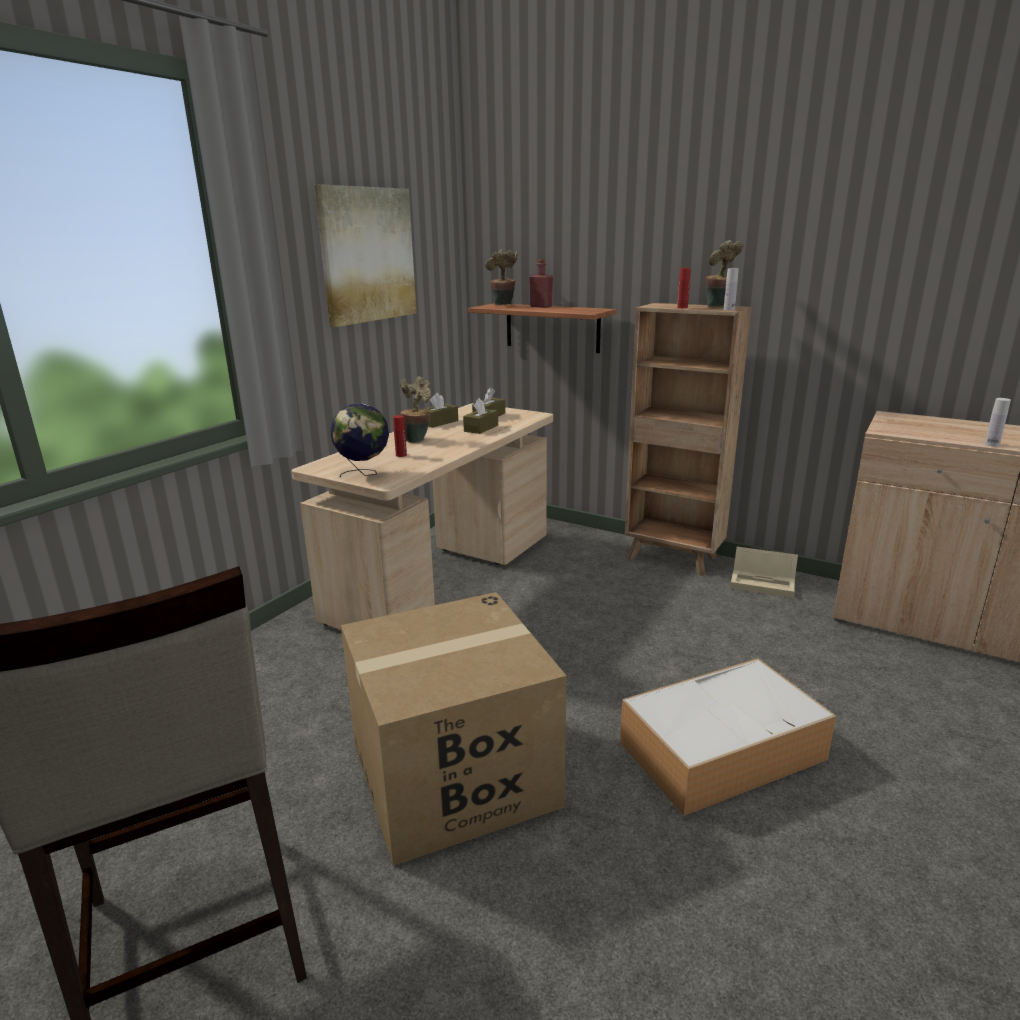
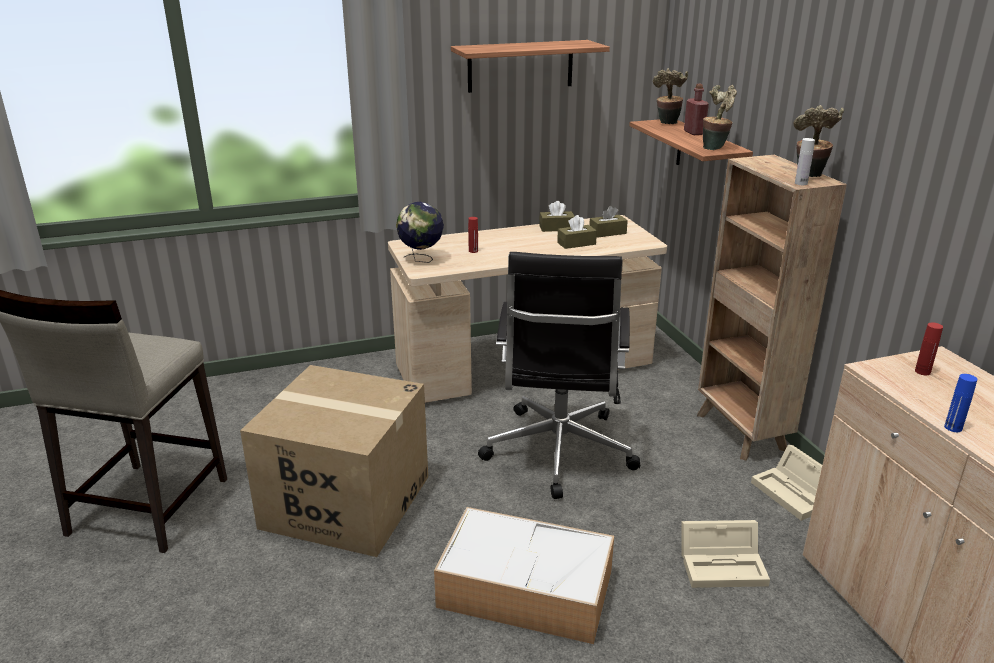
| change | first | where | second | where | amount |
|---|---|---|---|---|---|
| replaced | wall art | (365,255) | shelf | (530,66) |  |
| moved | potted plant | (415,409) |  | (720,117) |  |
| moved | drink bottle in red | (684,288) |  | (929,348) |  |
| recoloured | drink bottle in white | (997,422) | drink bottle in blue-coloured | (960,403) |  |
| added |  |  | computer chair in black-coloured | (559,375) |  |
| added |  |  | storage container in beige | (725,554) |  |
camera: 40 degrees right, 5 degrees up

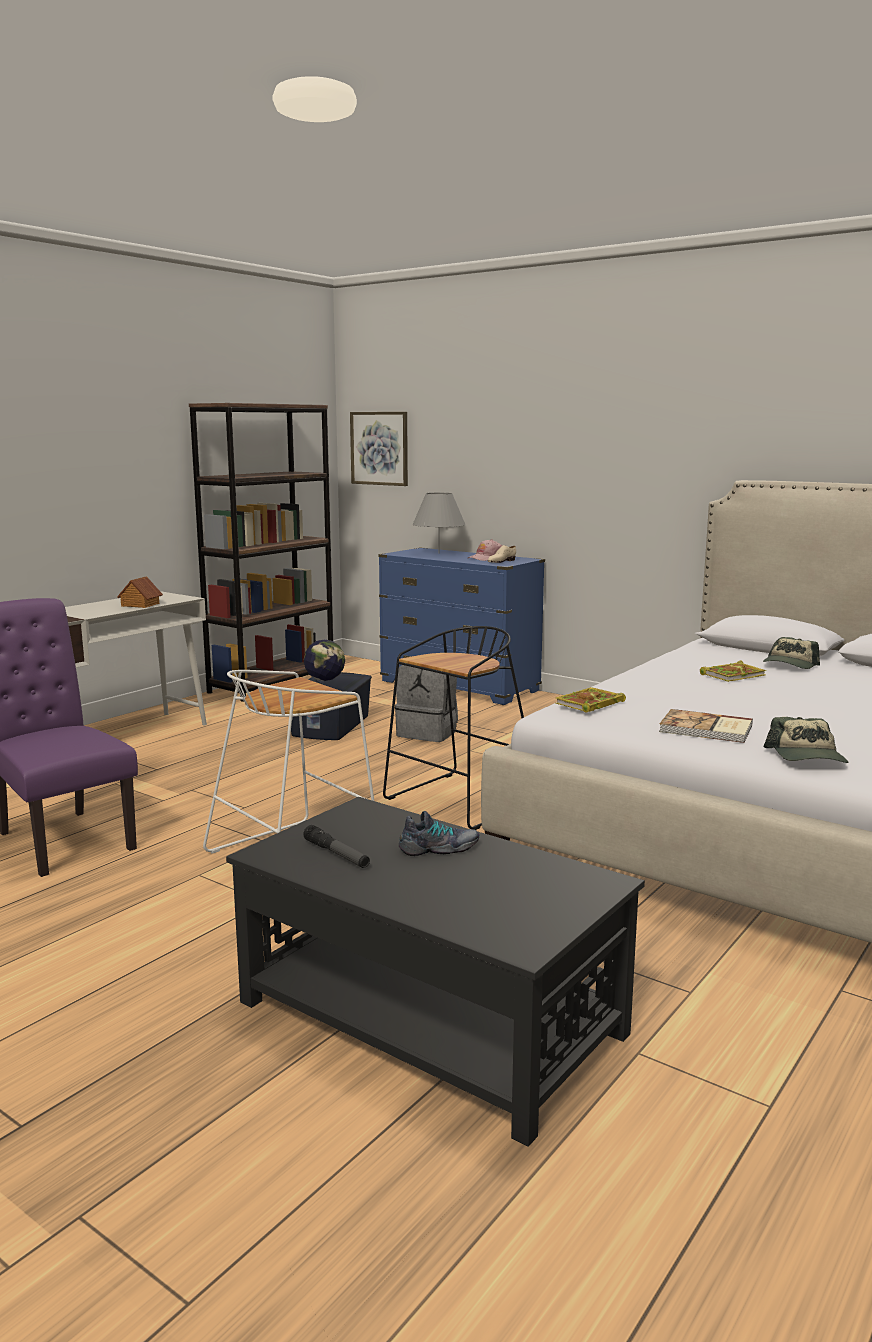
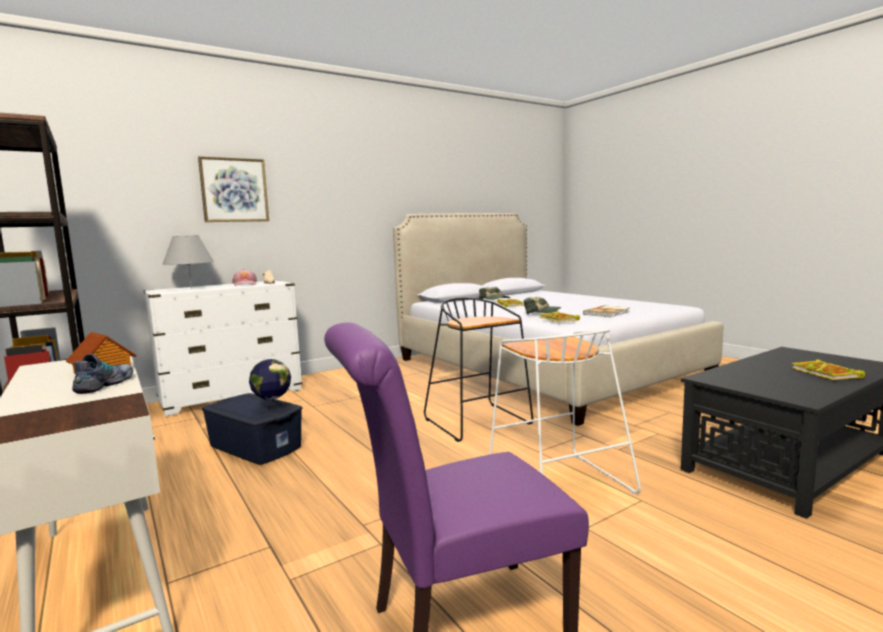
| change | first | where | second | where | amount |
|---|---|---|---|---|---|
| removed | flashlight | (336,846) |  |  |  |
| moved | wall art | (379,449) |  | (233,189) |  |
| recoloured | dresser in blue-coloured | (461,626) | dresser in white | (223,348) |  |
| removed | rucksack in greyish | (426,703) |  |  |  |
| moved | low shoe | (439,833) |  | (102,374) |  |
| moved | baseball cap | (806,740) |  | (542,306) |  |
| added |  |  | book | (828,369) |  |
camera: 70 degrees left, 5 degrees down

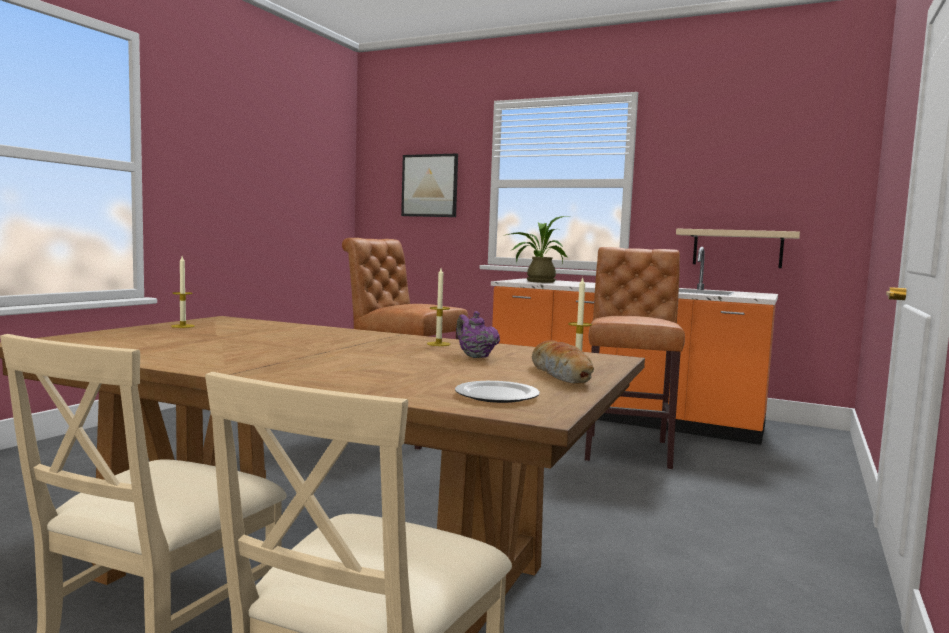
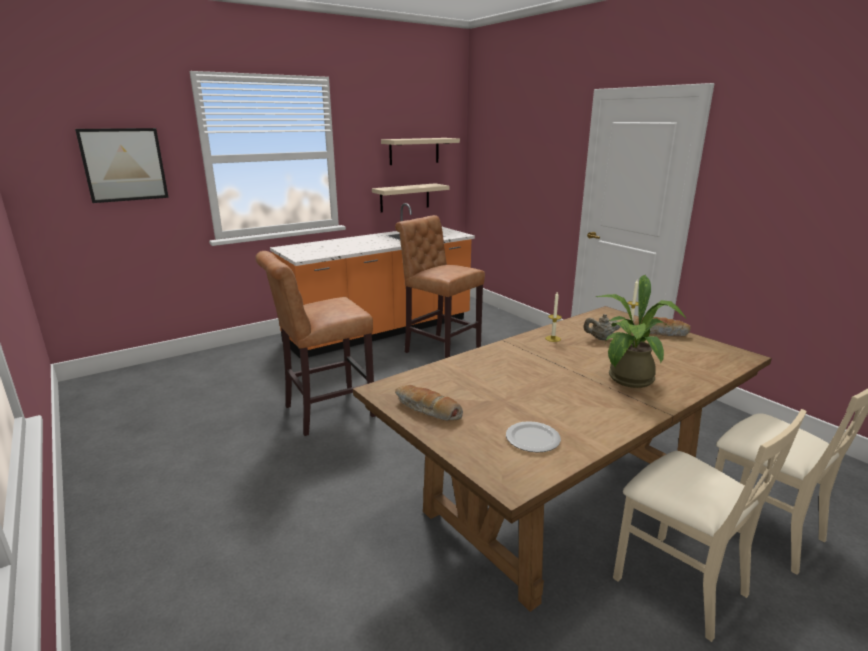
| change | first | where | second | where | amount |
|---|---|---|---|---|---|
| replaced | candle | (183,292) | bakery bread | (429,403) |  |
| moved | flat dish | (497,392) |  | (533,436) |  |
| recoloured | pot for tea in purplish | (478,334) | pot for tea in beige | (602,327) |  |
| moved | potted plant | (535,249) |  | (641,331) |  |
| added |  |  | shelf in beige | (420,151) |  |
camera: 60 degrees left, 15 degrees up

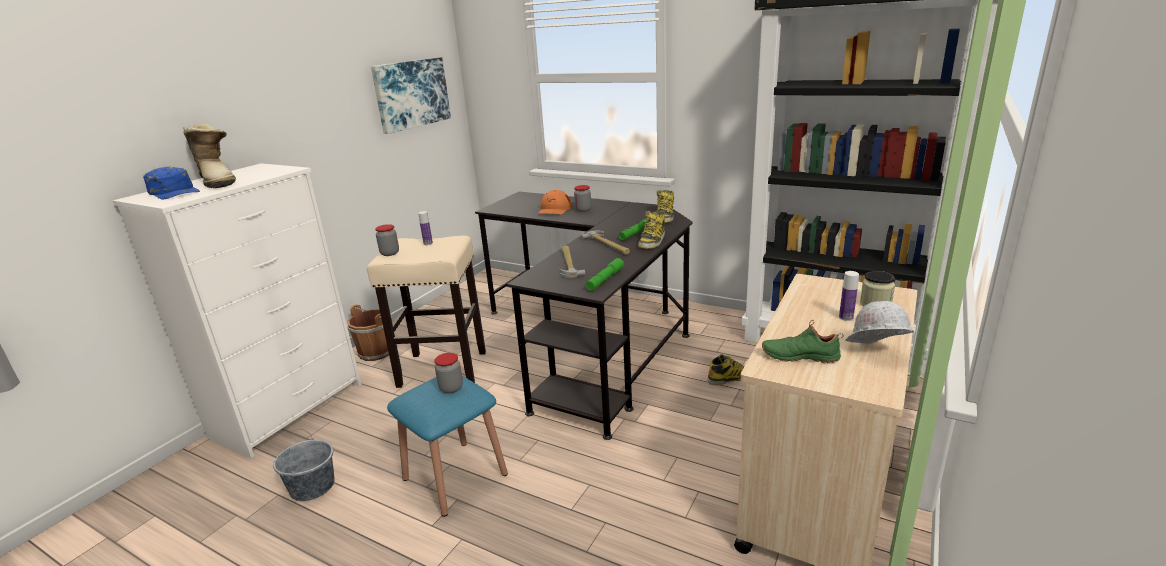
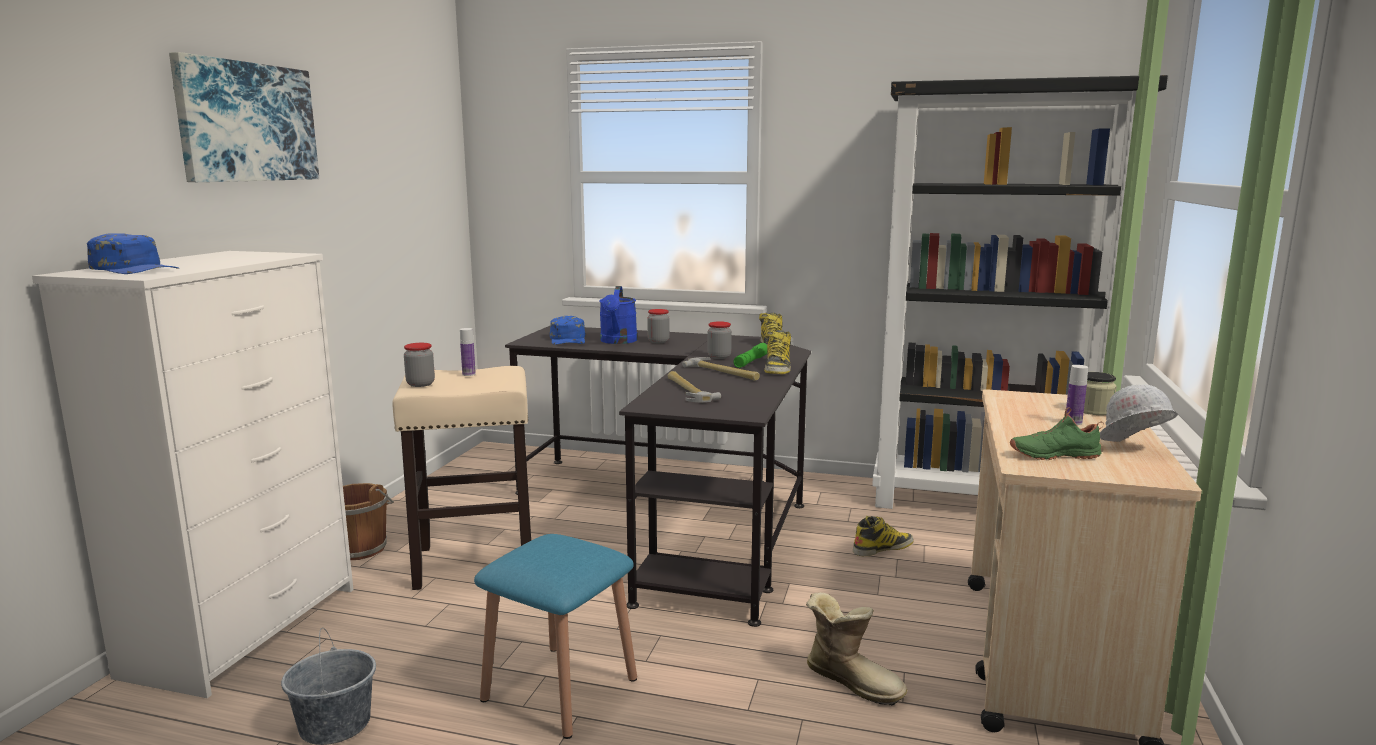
| change | first | where | second | where | amount |
|---|---|---|---|---|---|
| moved | high-top boot | (209,156) |  | (856,649) |  |
| moved | wall art | (411,95) |  | (244,117) |  |
| moved | preserve jar | (448,373) |  | (720,340) |  |
| replaced | baseball cap in orangey | (554,202) | sprinkling can in blue-coloured | (618,315) |  |
| removed | flashlight in greenish | (605,274) |  |  |  |
| added |  |  | baseball cap in blue-coloured | (567,330) |  |
camera: 15 degrees left, 10 degrees down

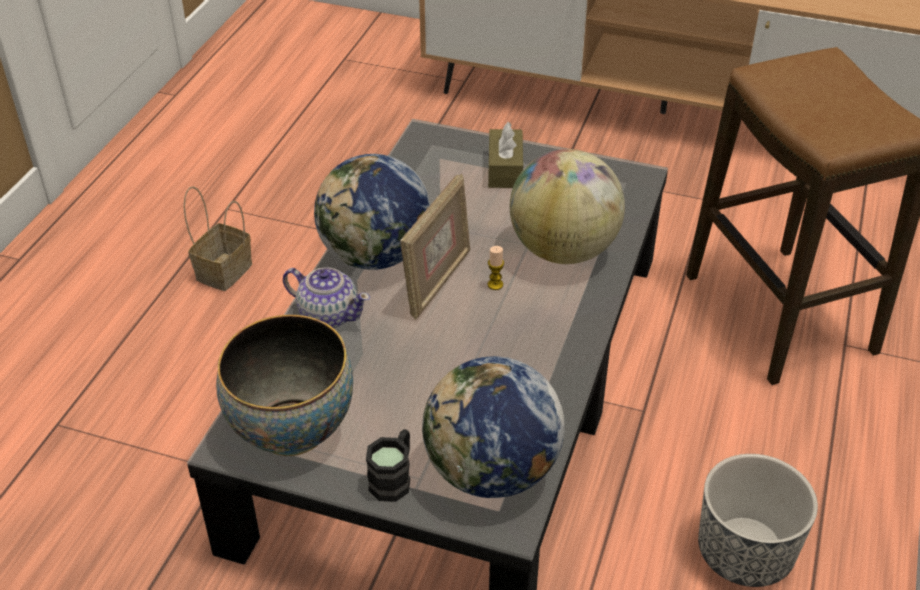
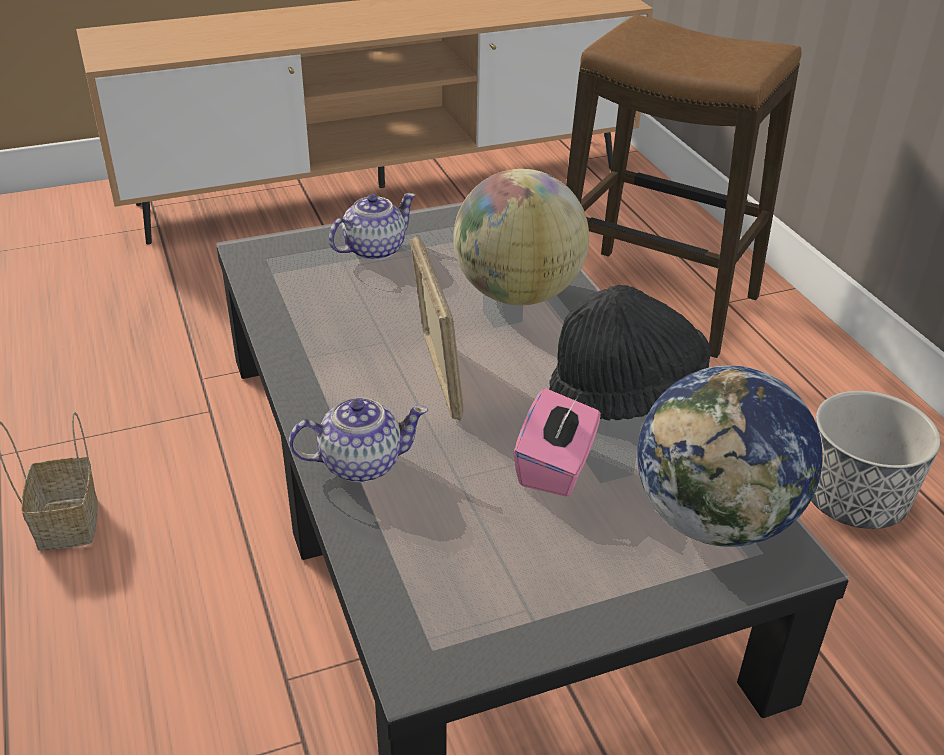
| change | first | where | second | where | amount |
|---|---|---|---|---|---|
| removed | serving bowl | (284,385) |  |  |  |
| removed | world globe | (372,212) |  |  |  |
| removed | mug in black-coloured | (388,465) |  |  |  |
| replaced | box of tissues in brown | (505,155) | pot for tea | (372,227) |  |
| removed | candle | (496,268) |  |  |  |
| added |  |  | box of tissues in pinkish | (557,442) |  |
| added |  |  | hat in black-coloured | (630,353) |  |
camera: 40 degrees left, 5 degrees down

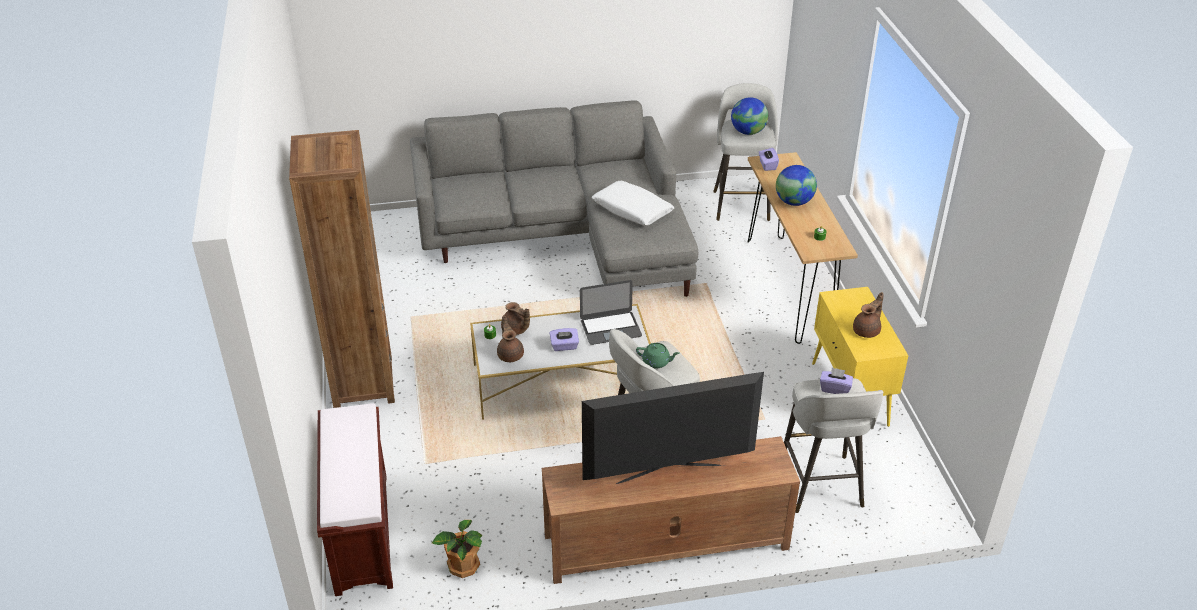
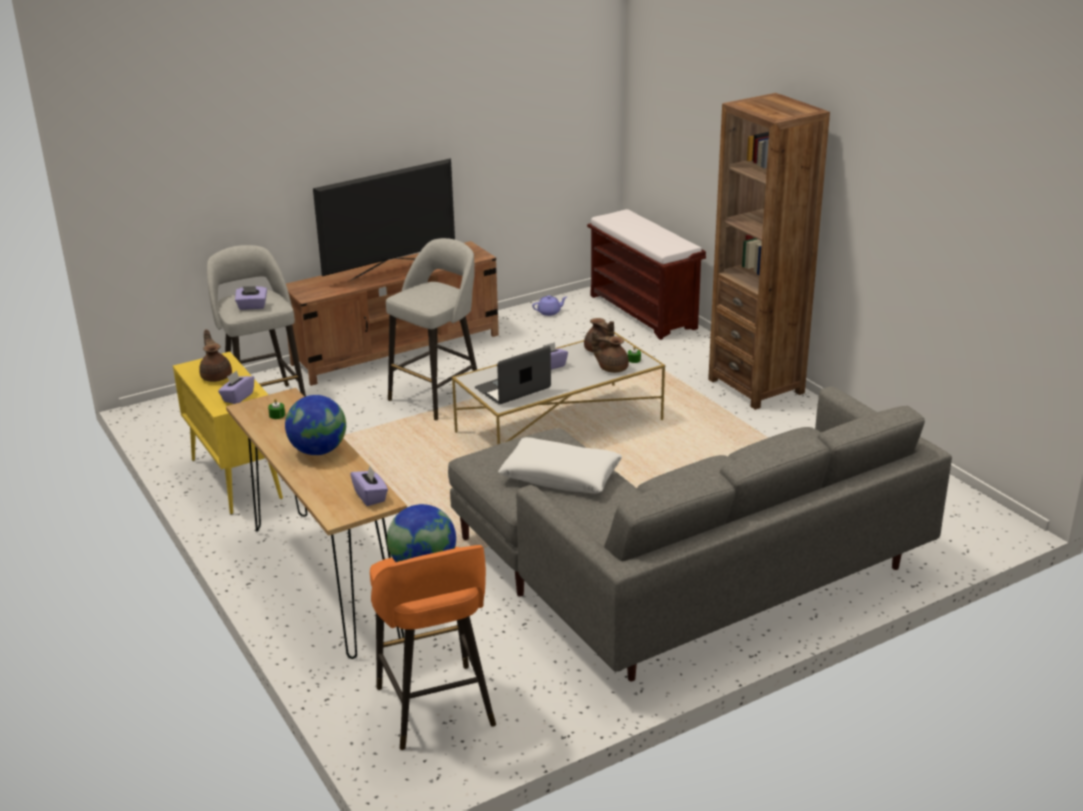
| change | first | where | second | where | amount |
|---|---|---|---|---|---|
| replaced | potted plant | (457,549) | pot for tea in purplish | (549,305) |  |
| removed | pot for tea in greenish | (658,355) |  |  |  |
| recoloured | stool seat in greyish | (745,152) | stool seat in orangey | (433,647) |  |
| turned | pot for tea in brown | (868,315) |  | (215,356) | 135 degrees clockwise |
| added |  |  | box of tissues in purplish | (236,387) |  |
camera: 160 degrees right, 10 degrees down

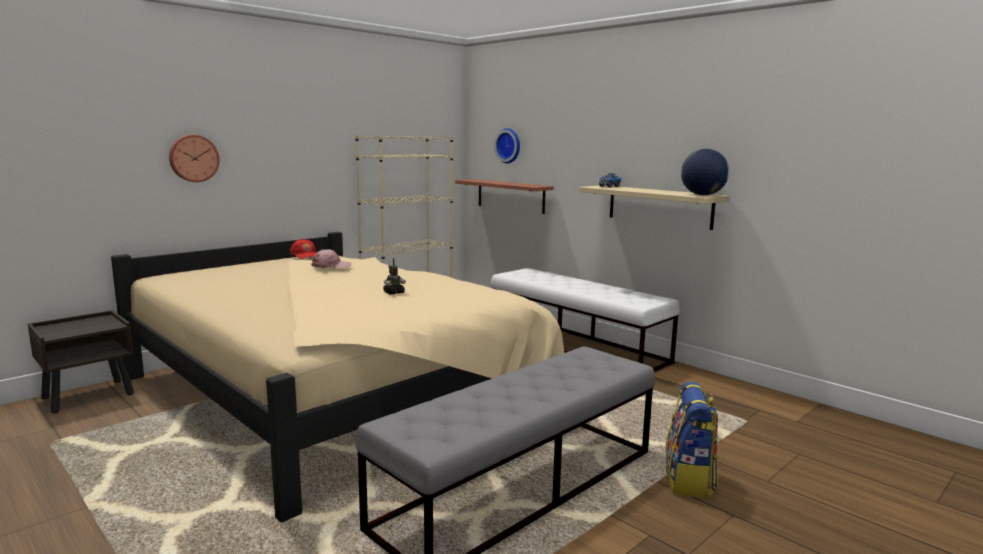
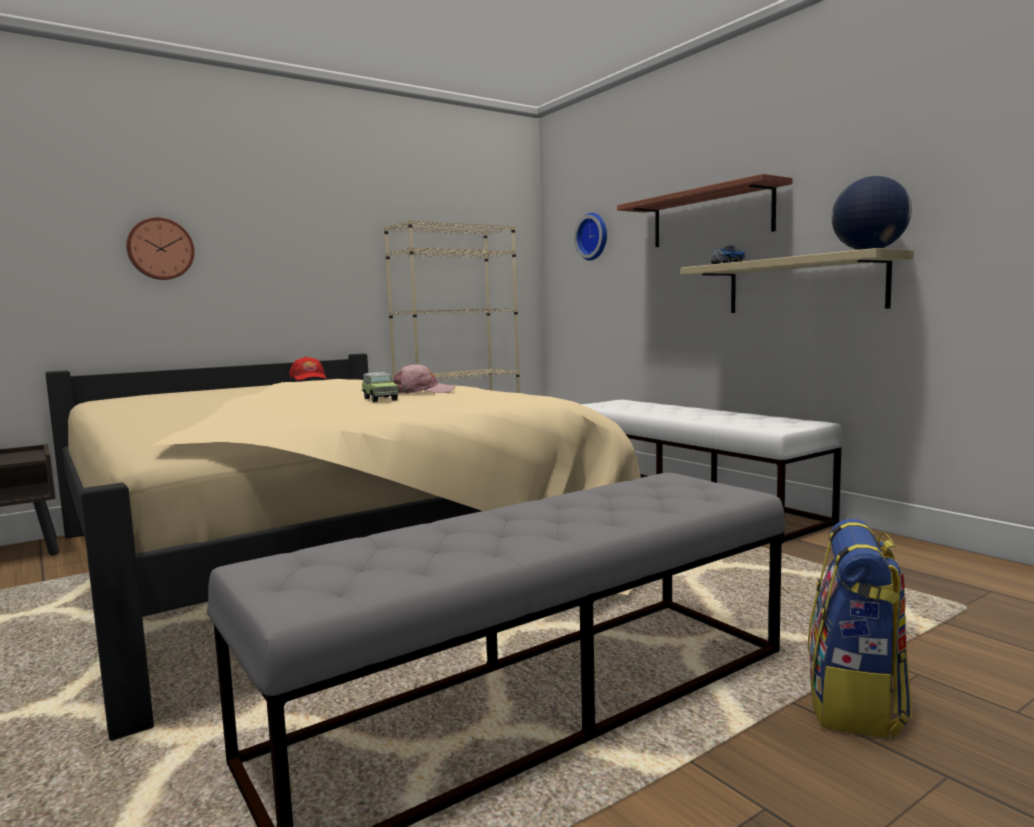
| change | first | where | second | where | amount |
|---|---|---|---|---|---|
| moved | baseball cap in pinkish | (331,258) |  | (424,379) |  |
| replaced | model robot | (394,276) | model car | (380,387) |  |
| moved | shelf | (504,196) |  | (705,210) |  |
camera: 10 degrees right, 5 degrees down

